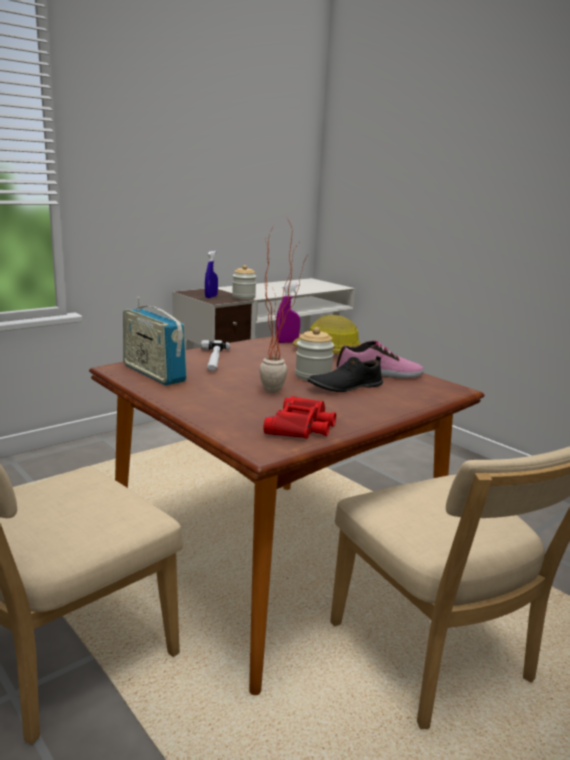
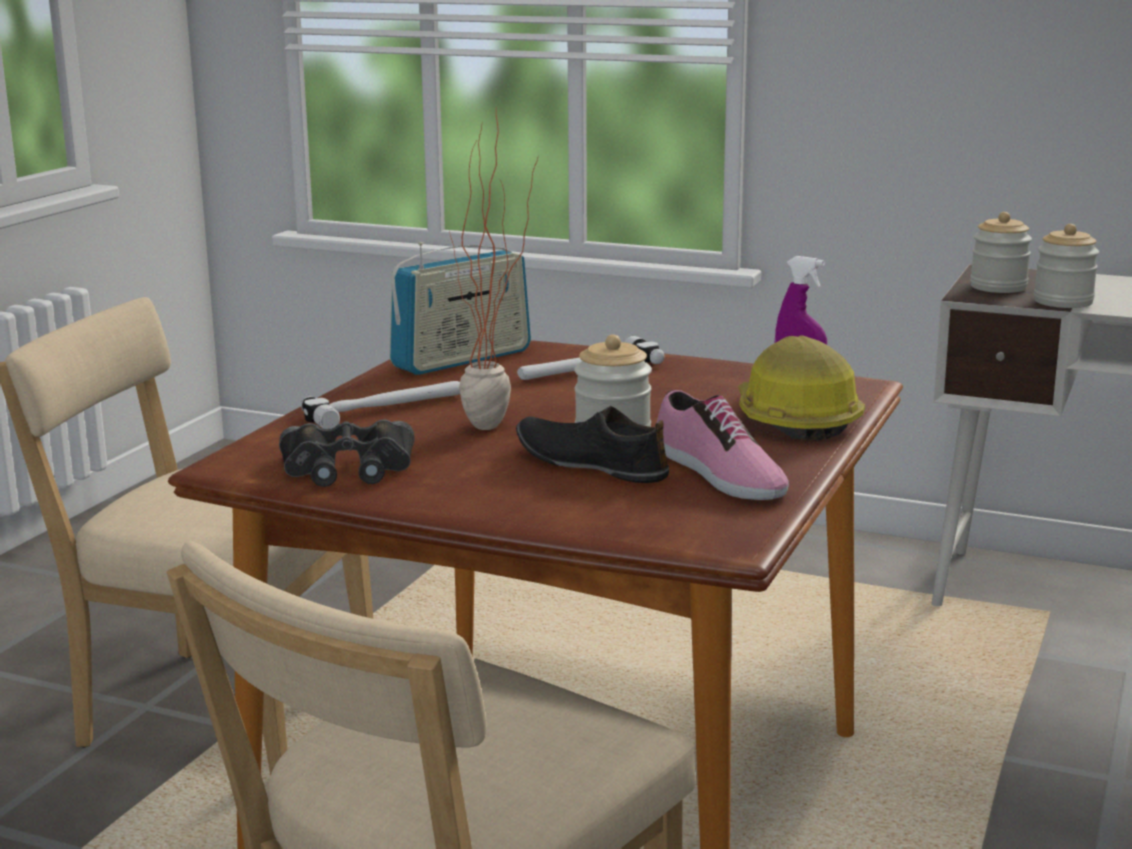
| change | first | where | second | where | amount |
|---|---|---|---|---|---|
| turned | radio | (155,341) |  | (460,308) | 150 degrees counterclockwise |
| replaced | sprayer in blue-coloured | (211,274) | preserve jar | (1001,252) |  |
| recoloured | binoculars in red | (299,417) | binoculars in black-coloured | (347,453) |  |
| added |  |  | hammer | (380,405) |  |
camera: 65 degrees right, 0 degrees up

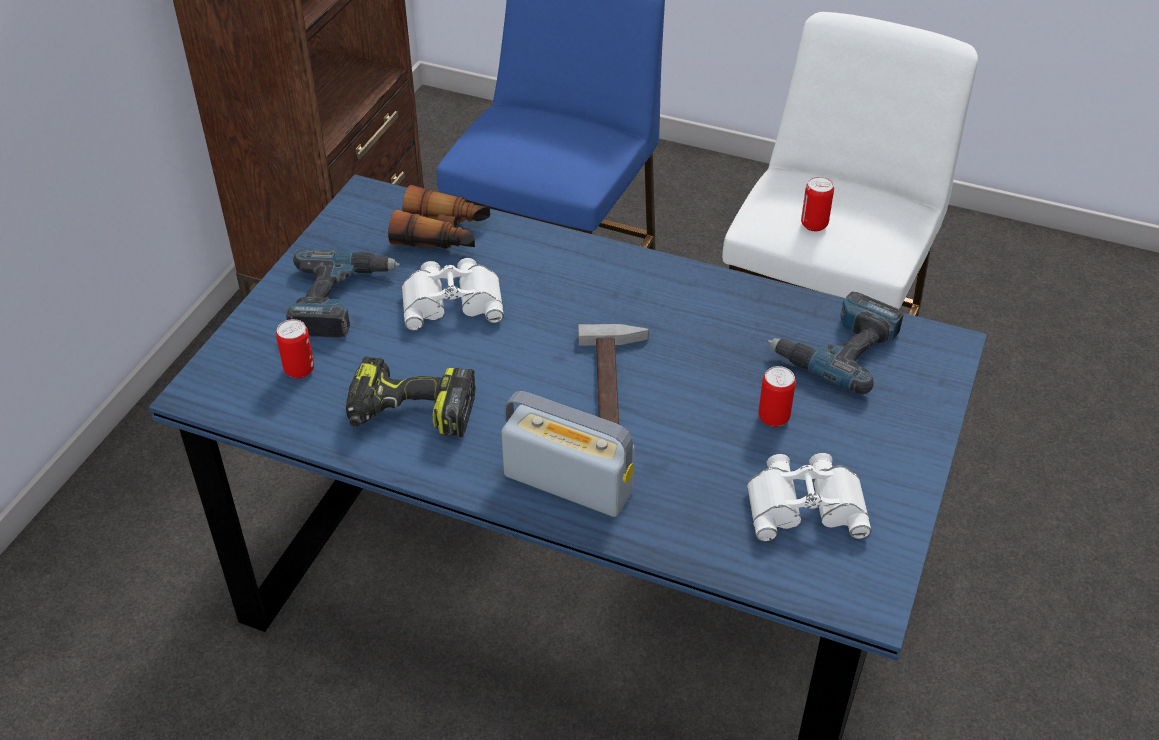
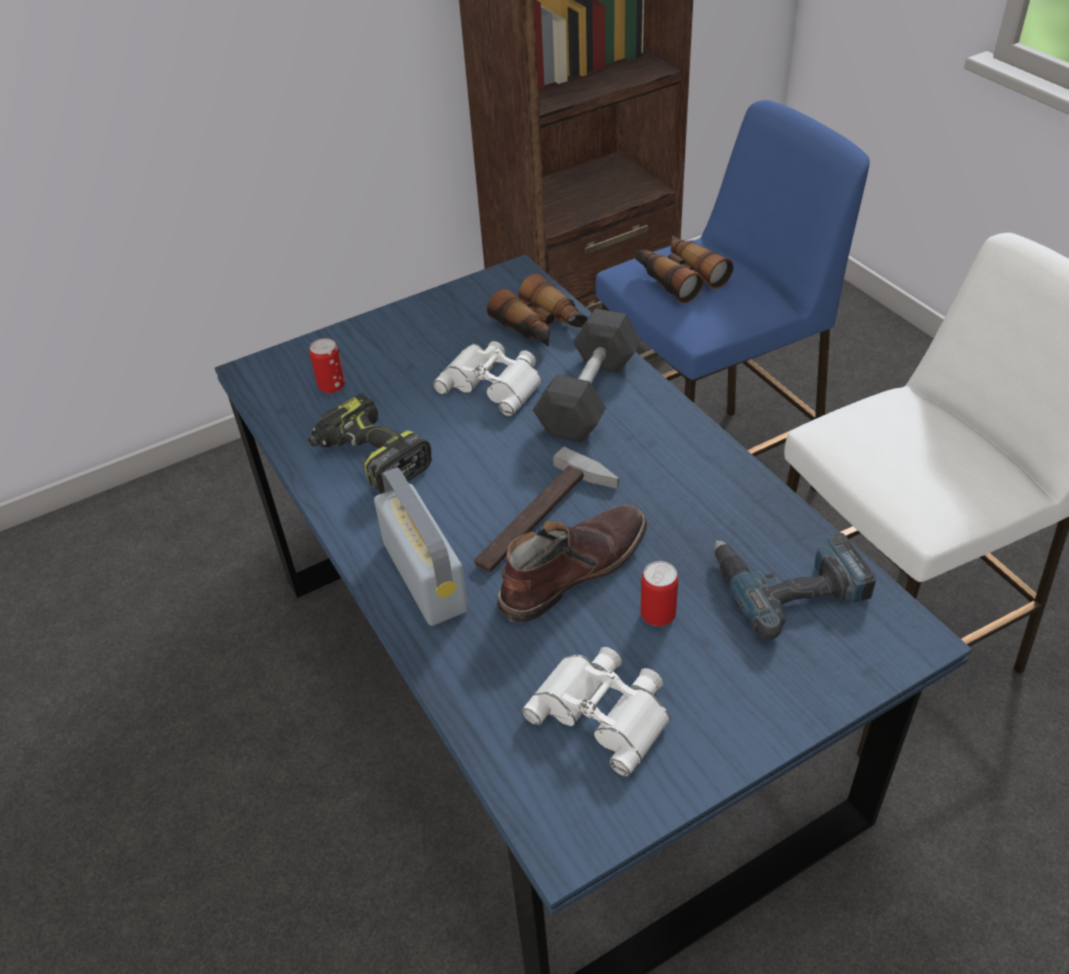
| change | first | where | second | where | amount |
|---|---|---|---|---|---|
| removed | drill | (343,294) |  |  |  |
| removed | metal can | (817,203) |  |  |  |
| added |  |  | high-top boot in brown | (572,563) |  |
| added |  |  | hand weight in greyish | (587,375) |  |
| added |  |  | binoculars | (684,269) |  |
camera: 40 degrees right, 0 degrees up

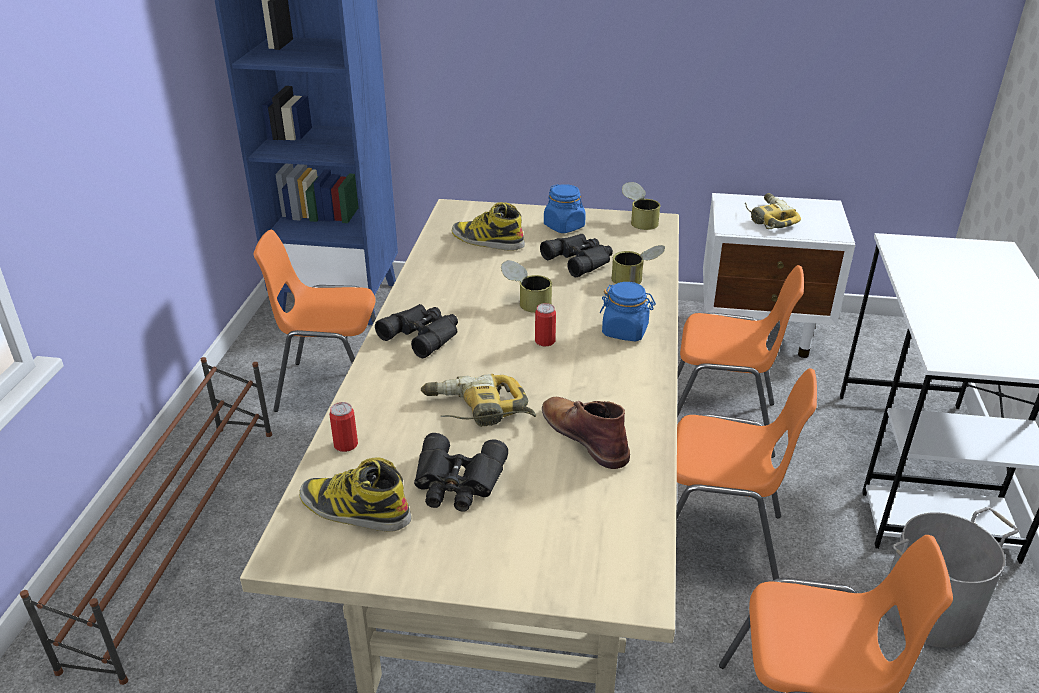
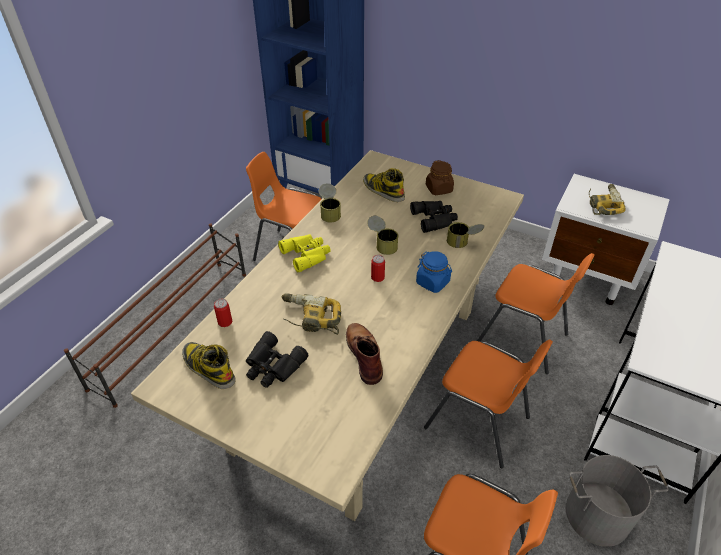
| change | first | where | second | where | amount |
|---|---|---|---|---|---|
| recoloured | binoculars in black-coloured | (416,331) | binoculars in yellow-coloured | (304,253) |  |
| recoloured | preserve jar in blue-coloured | (565,208) | preserve jar in brown | (440,177) |  |
| moved | metal can | (641,206) |  | (330,203) |  |
camera: 20 degrees right, 10 degrees up

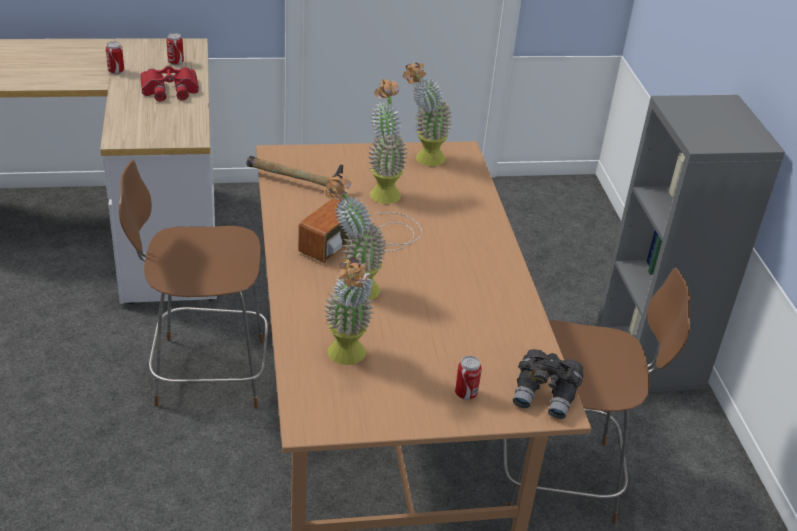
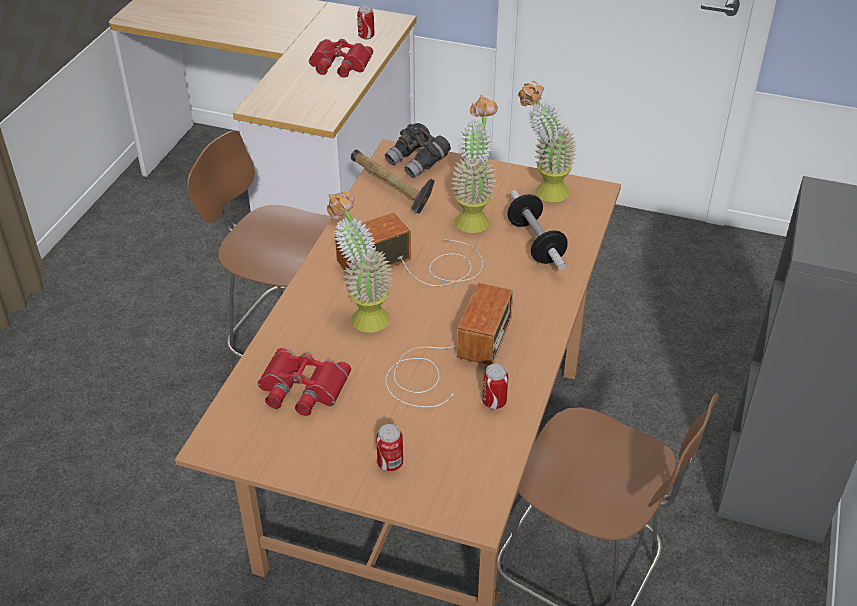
| change | first | where | second | where | amount |
|---|---|---|---|---|---|
| moved | metal can | (115,57) |  | (495,386) |  |
| replaced | potted plant | (349,311) | binoculars in red | (304,382) |  |
| moved | binoculars in greyish | (548,384) |  | (418,150) |  |
| added |  |  | radio | (449,345) |  |
| added |  |  | hand weight | (538,230) |  |
camera: 30 degrees right, 5 degrees up

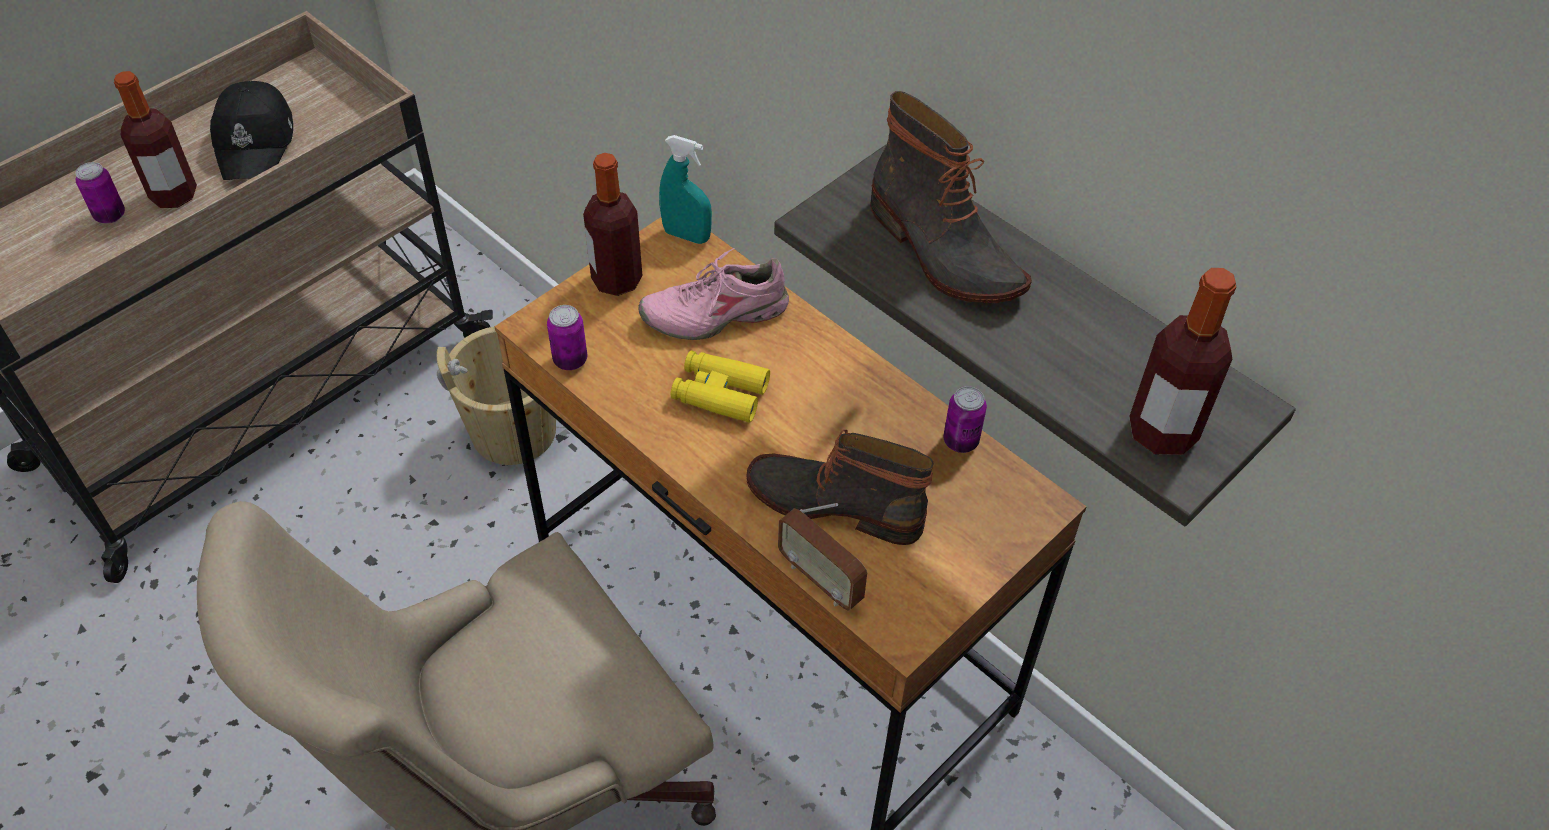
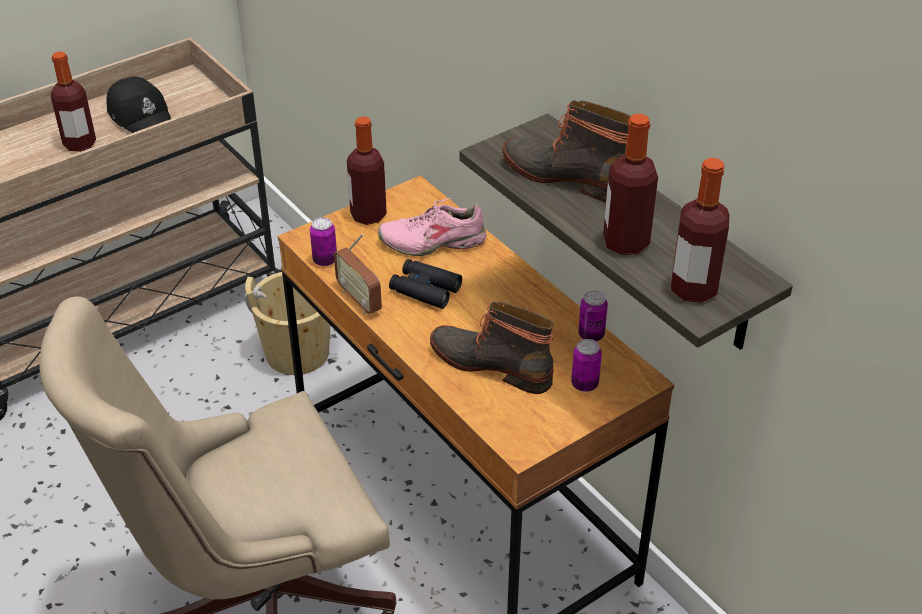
| change | first | where | second | where | amount |
|---|---|---|---|---|---|
| moved | metal can | (100,193) |  | (586,365) |  |
| turned | baseball cap in black-coloured | (251,130) |  | (139,105) | 45 degrees counterclockwise |
| removed | sprayer in turquoise | (685,189) |  |  |  |
| recoloured | binoculars in yellow-coloured | (720,386) | binoculars in black-coloured | (425,284) |  |
| moved | radio | (822,557) |  | (358,274) |  |
| turned | high-top boot | (951,197) |  | (566,151) | 150 degrees clockwise |
| added |  |  | drink bottle | (630,184) |  |
camera: 10 degrees right, 10 degrees down

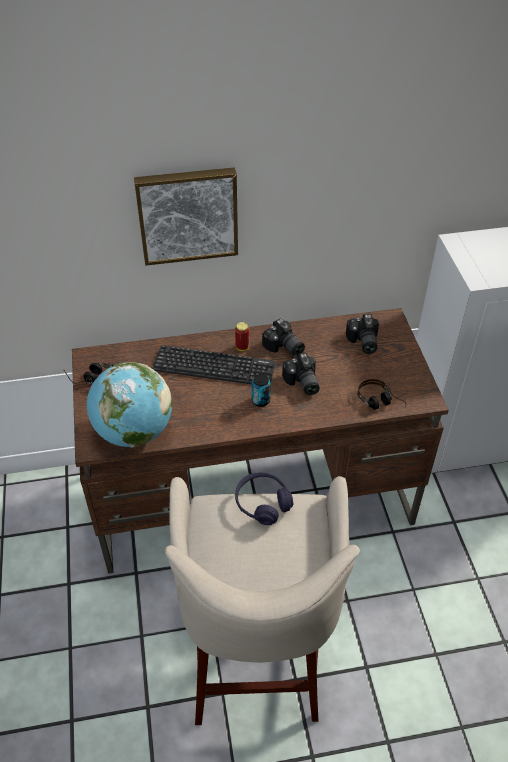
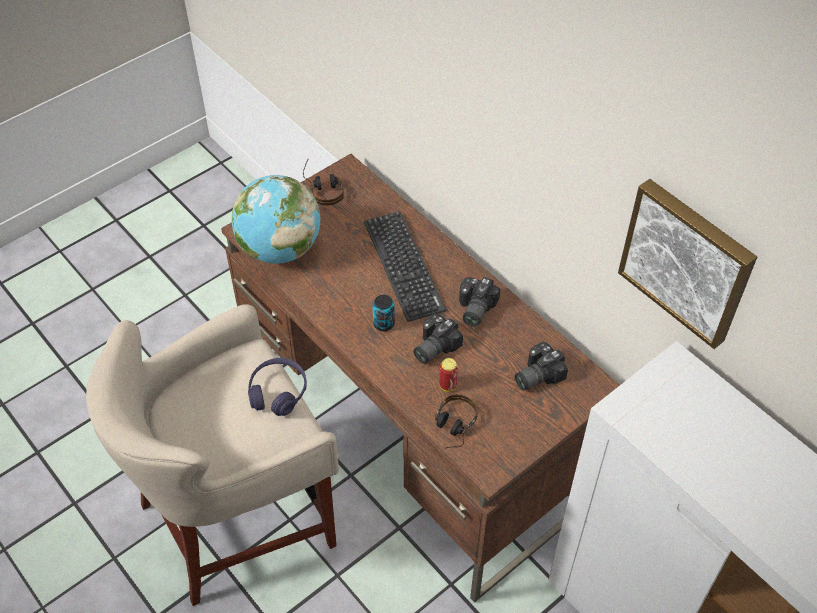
| change | first | where | second | where | amount |
|---|---|---|---|---|---|
| moved | wall art | (186,217) |  | (687,264) |  |
| moved | metal can | (242,336) |  | (448,375) |  |
camera: 60 degrees right, 5 degrees up

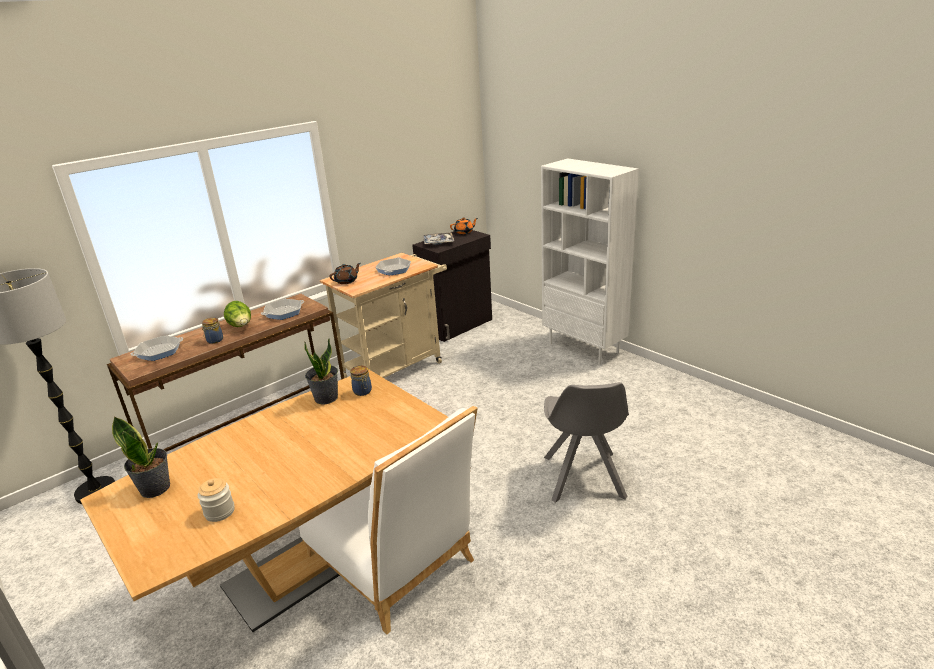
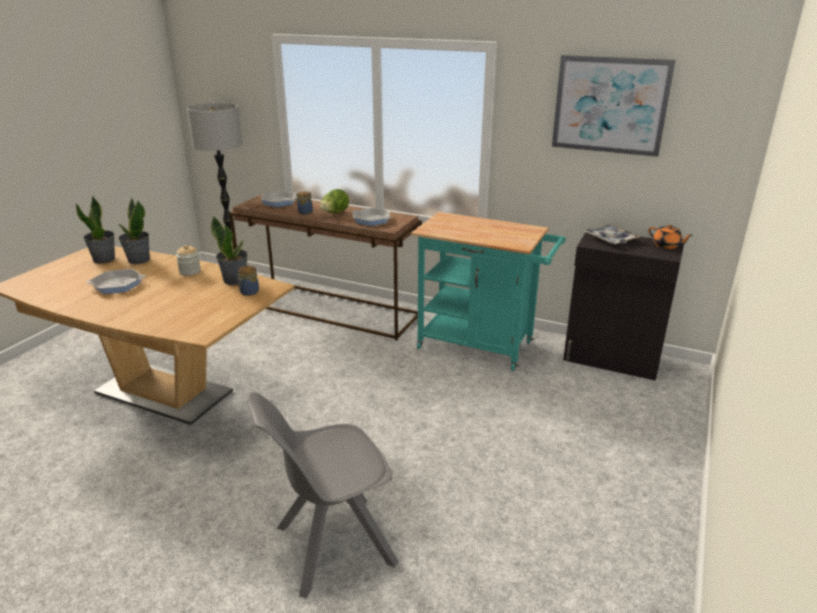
| change | first | where | second | where | amount |
|---|---|---|---|---|---|
| moved | preserve jar | (216,500) |  | (188,260) |  |
| removed | chair in white | (388,520) |  |  |  |
| recoloured | trolley in beige | (383,315) | trolley in turquoise | (488,291) |  |
| removed | pot for tea in brown | (344,273) |  |  |  |
| moved | skillet | (393,266) |  | (115,281) |  |
| removed | bookshelf in white | (590,261) |  |  |  |
| added |  |  | potted plant | (134,231) |  |
| added |  |  | wall art | (613,106) |  |
camera: 65 degrees right, 0 degrees up

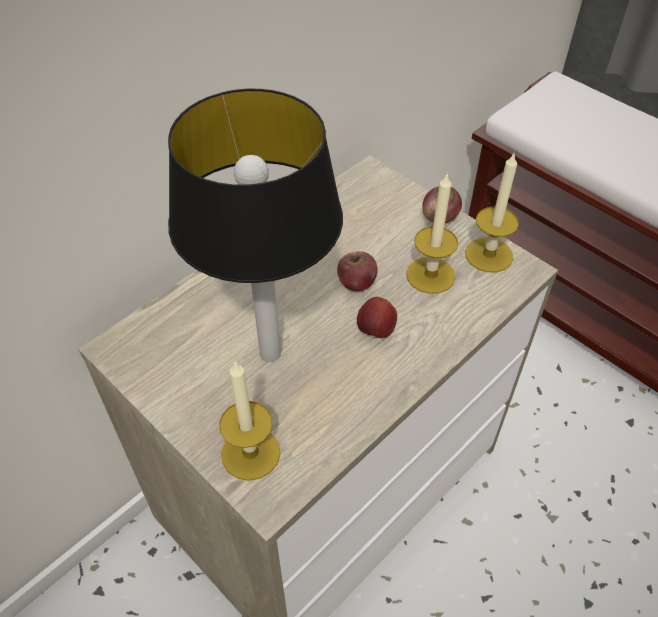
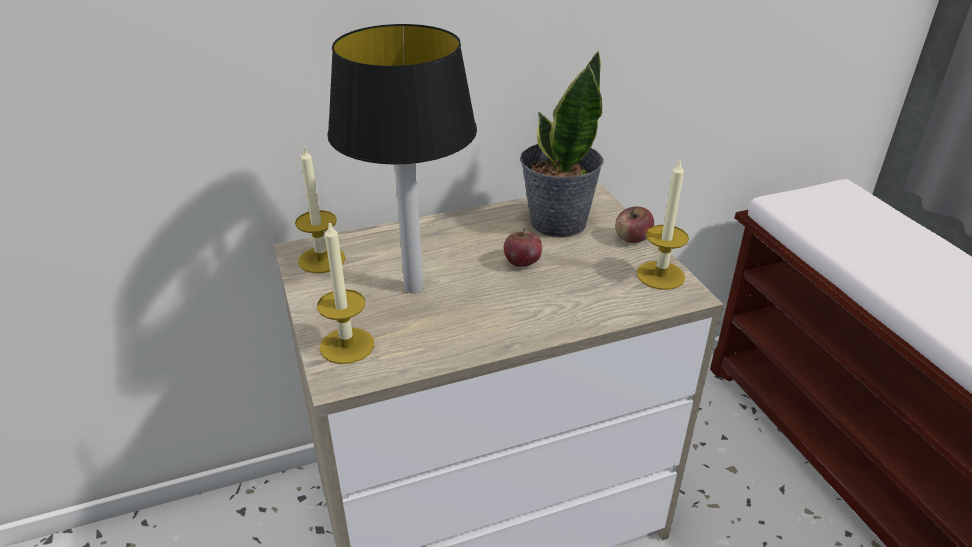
| change | first | where | second | where | amount |
|---|---|---|---|---|---|
| removed | apple fruit | (377,317) |  |  |  |
| moved | candle | (432,234) |  | (320,209) |  |
| added |  |  | potted plant | (561,143) |  |
camera: 25 degrees right, 15 degrees down

